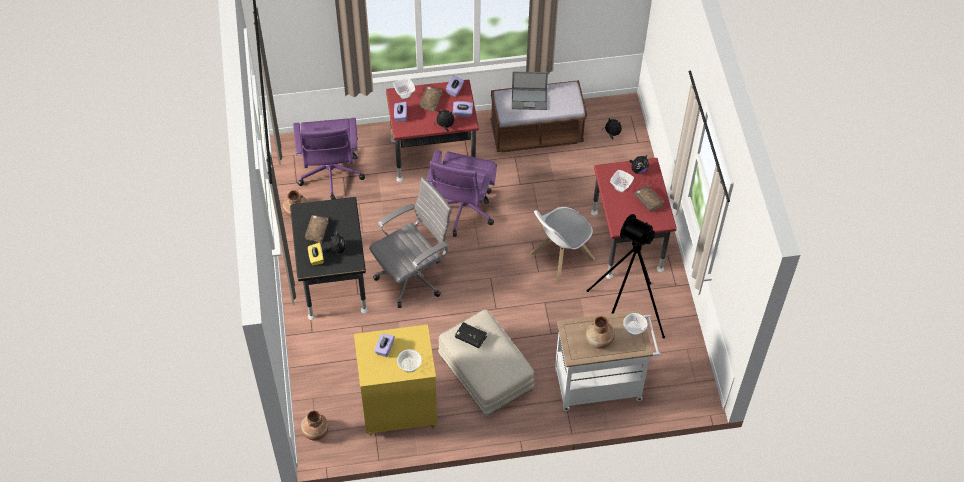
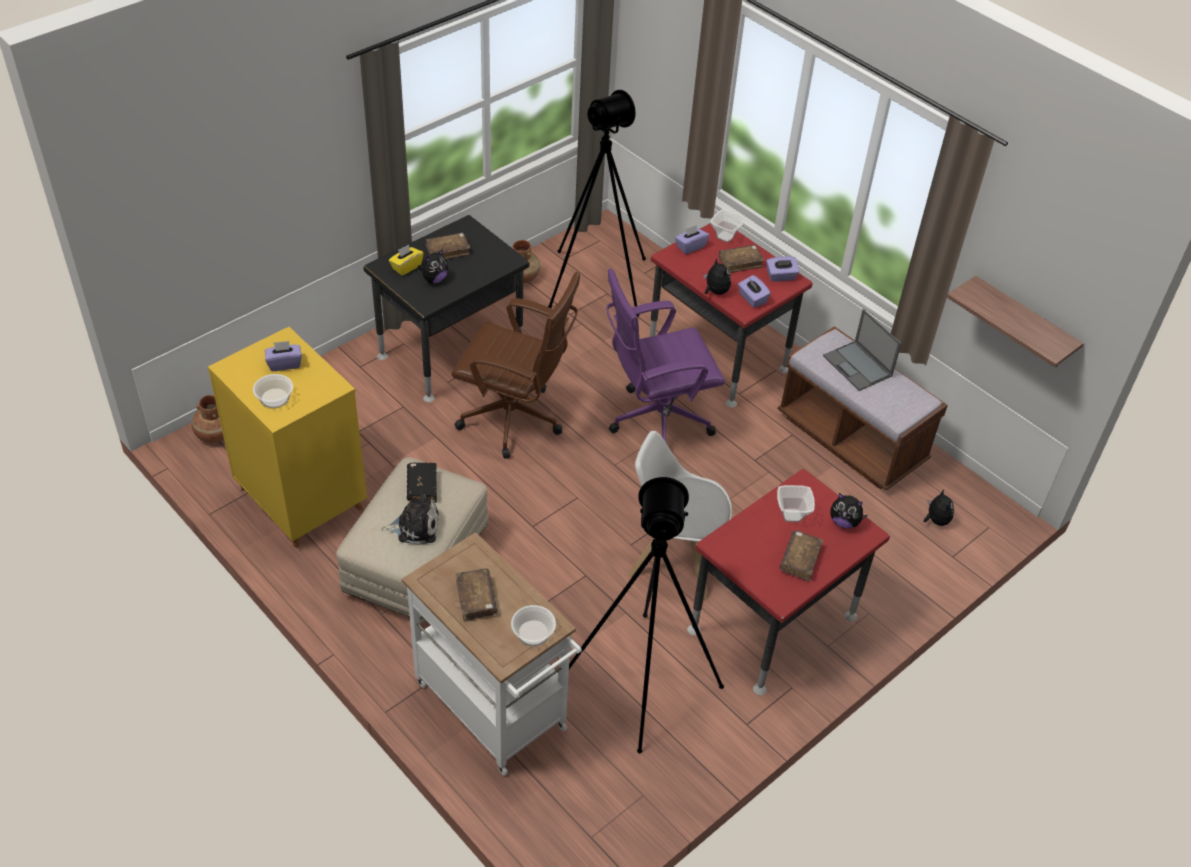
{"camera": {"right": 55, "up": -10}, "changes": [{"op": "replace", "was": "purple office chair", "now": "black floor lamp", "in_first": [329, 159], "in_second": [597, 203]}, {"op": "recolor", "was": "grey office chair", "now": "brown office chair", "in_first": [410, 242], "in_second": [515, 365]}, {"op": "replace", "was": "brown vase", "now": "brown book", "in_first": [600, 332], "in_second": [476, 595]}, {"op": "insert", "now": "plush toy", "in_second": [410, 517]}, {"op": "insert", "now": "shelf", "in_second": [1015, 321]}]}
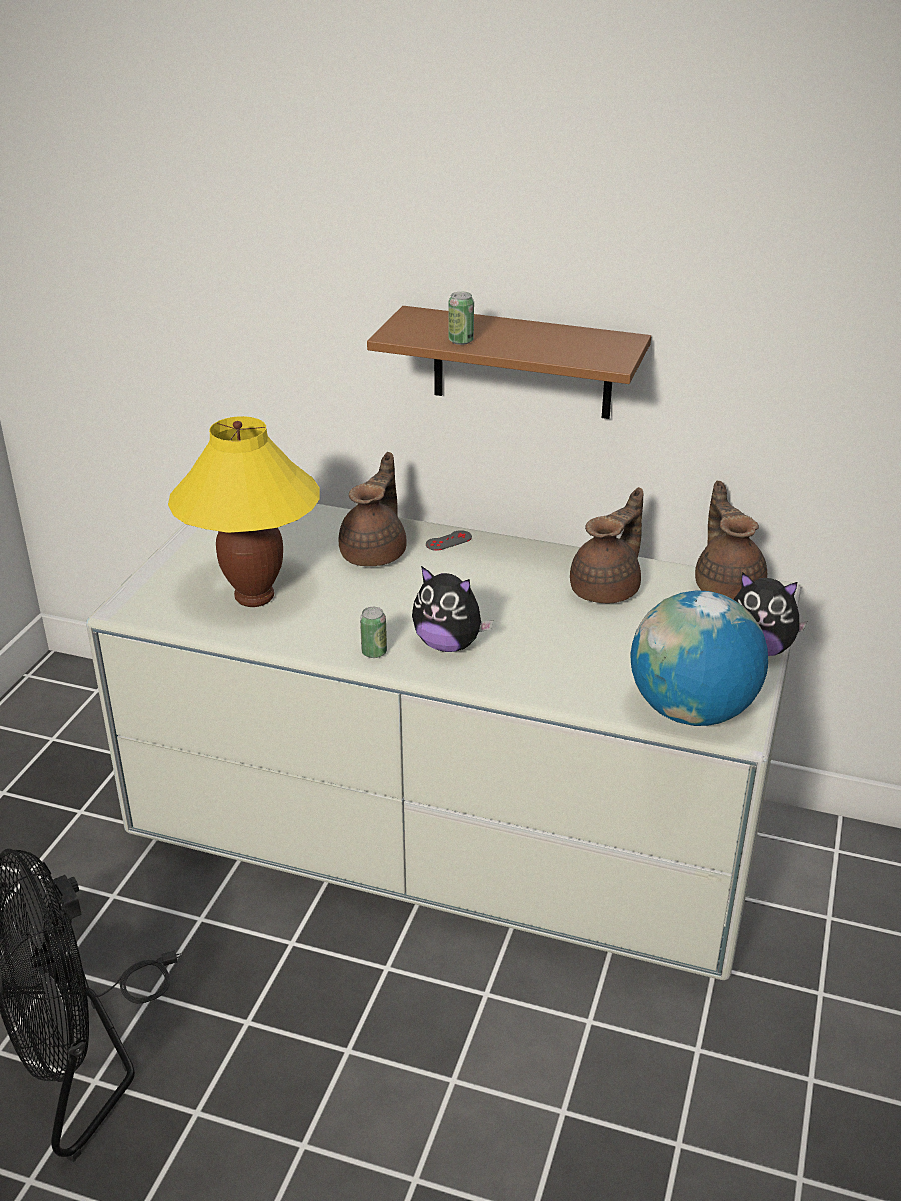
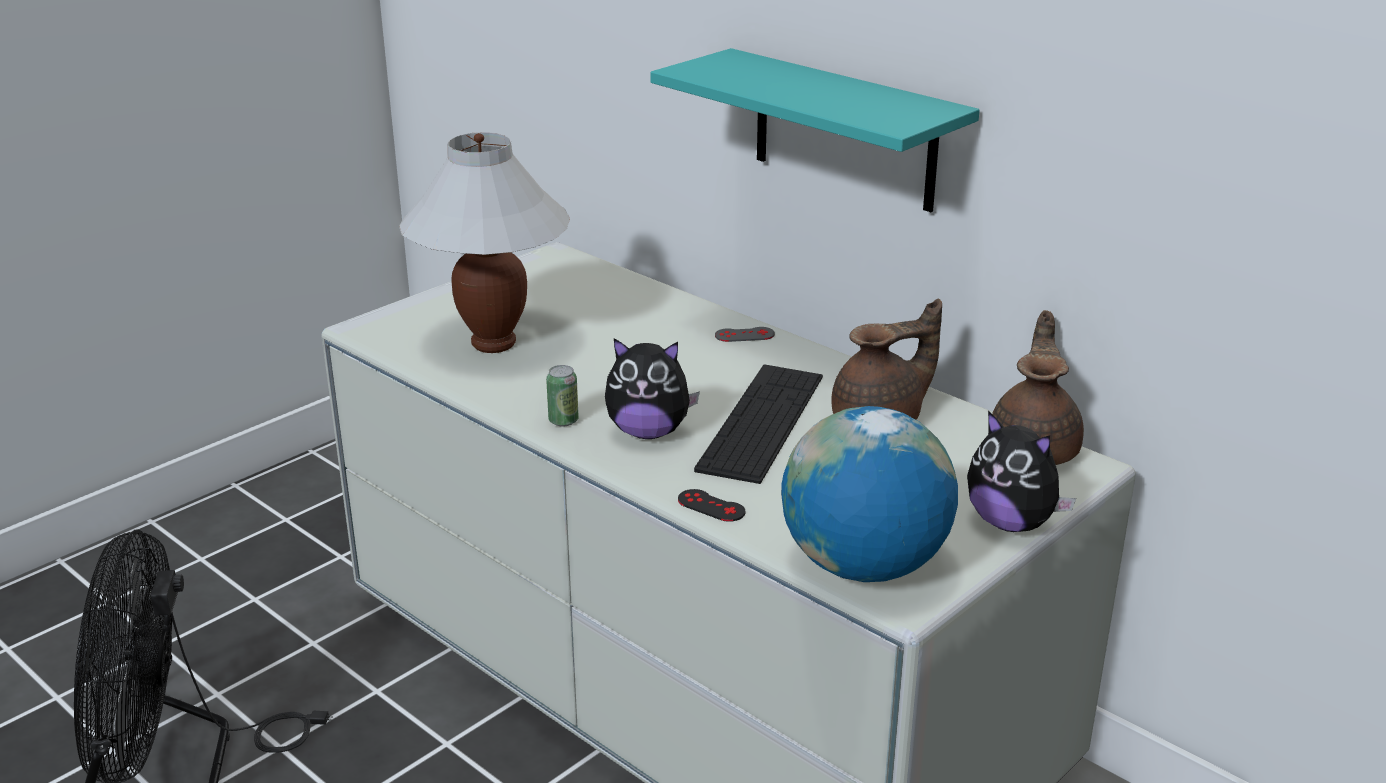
{"camera": {"right": 25, "up": -5}, "changes": [{"op": "recolor", "was": "yellow table lamp", "now": "white table lamp", "in_first": [244, 511], "in_second": [484, 242]}, {"op": "delete", "was": "brown teapot", "in_first": [373, 509]}, {"op": "recolor", "was": "brown shelf", "now": "turquoise shelf", "in_first": [509, 362], "in_second": [815, 130]}, {"op": "rotate", "was": "plush toy", "in_first": [452, 609], "in_second": [652, 388], "clockwise": -45}, {"op": "delete", "was": "can", "in_first": [461, 318]}, {"op": "insert", "now": "black game controller", "in_second": [711, 505]}, {"op": "insert", "now": "keyboard", "in_second": [758, 424]}]}
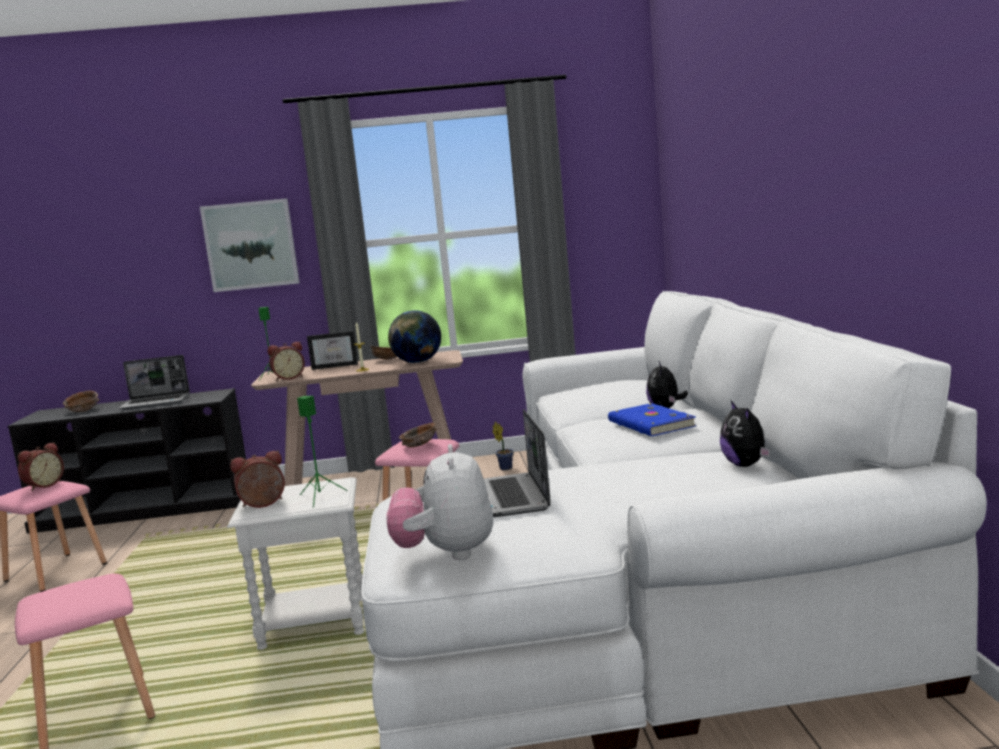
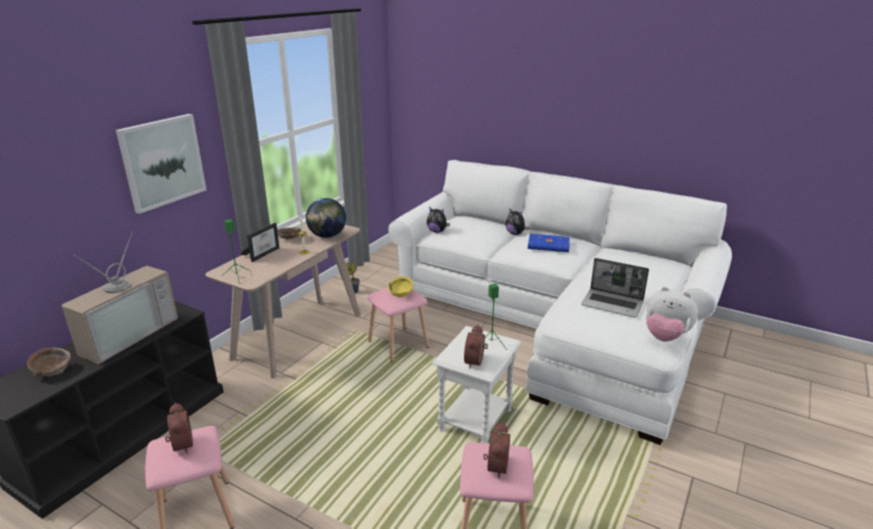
{"camera": {"right": -55, "up": 15}, "changes": [{"op": "replace", "was": "laptop", "now": "television", "in_first": [154, 382], "in_second": [120, 298]}, {"op": "move", "was": "alarm clock", "in_first": [286, 361], "in_second": [496, 450]}, {"op": "recolor", "was": "brown bowl", "now": "yellow bowl", "in_first": [418, 435], "in_second": [400, 286]}, {"op": "move", "was": "plush toy", "in_first": [745, 434], "in_second": [438, 220]}]}
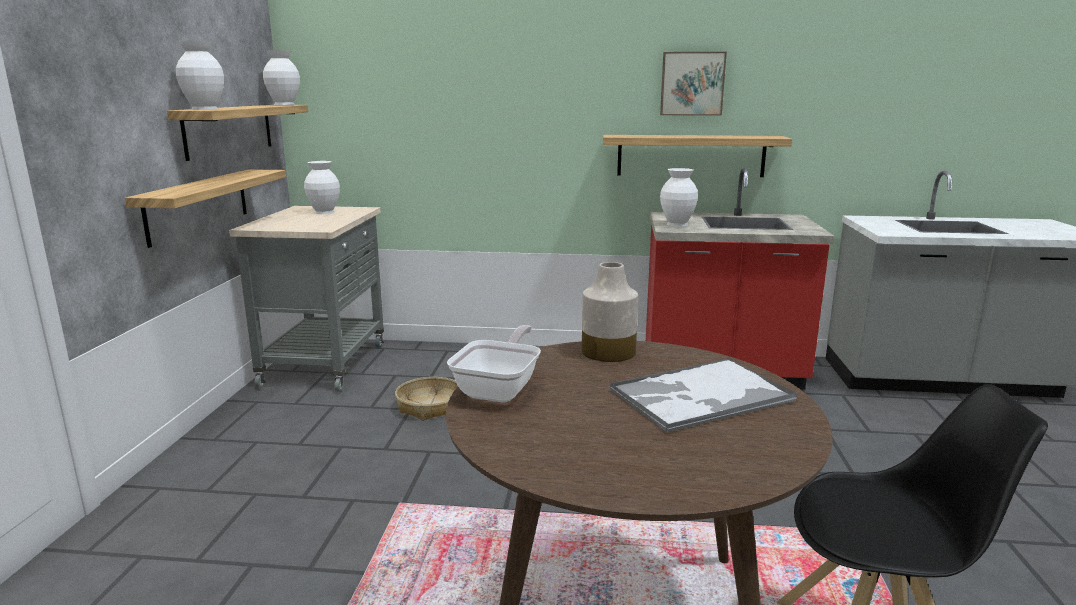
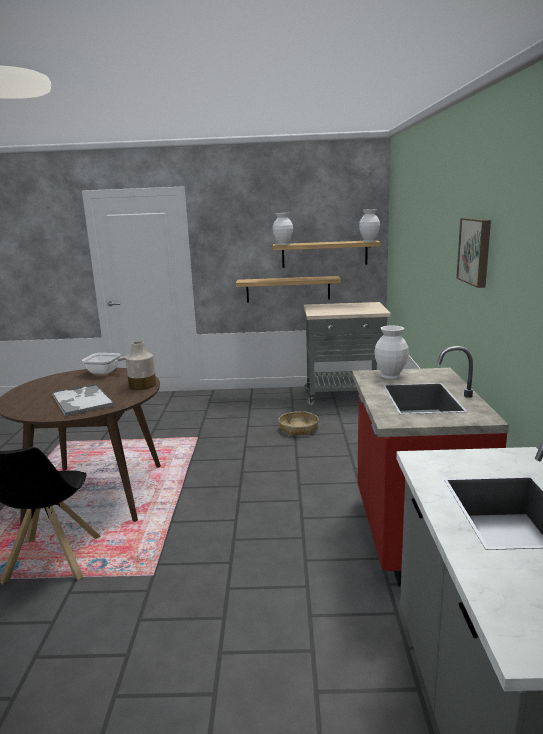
{"camera": {"right": 85, "up": 0}, "changes": [{"op": "delete", "was": "white vase", "in_first": [322, 187]}, {"op": "delete", "was": "shelf", "in_first": [697, 156]}]}
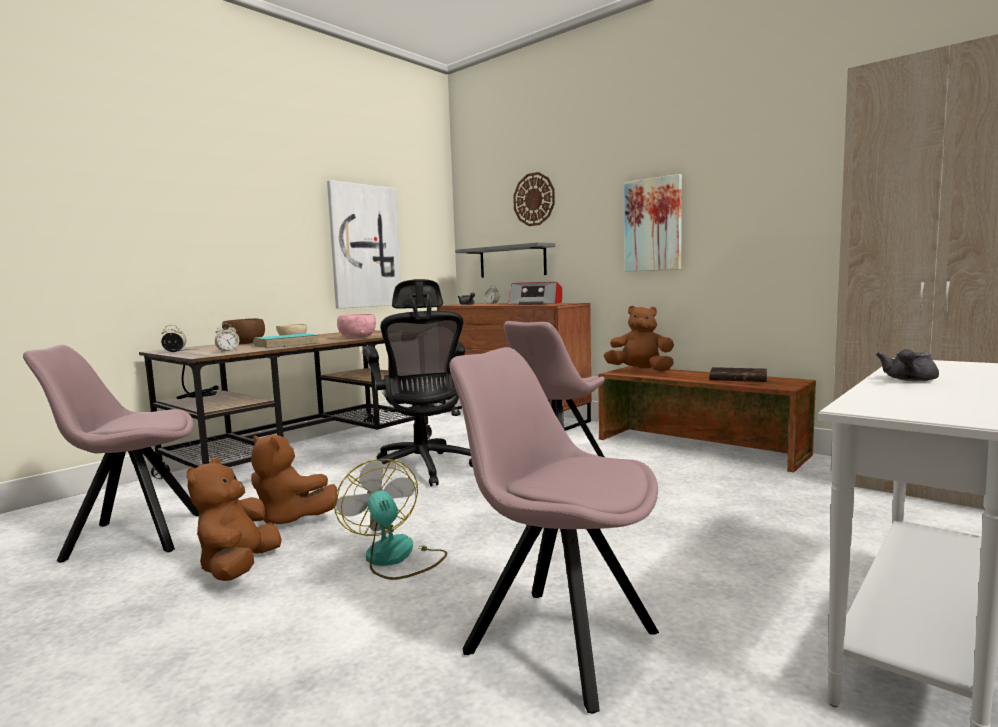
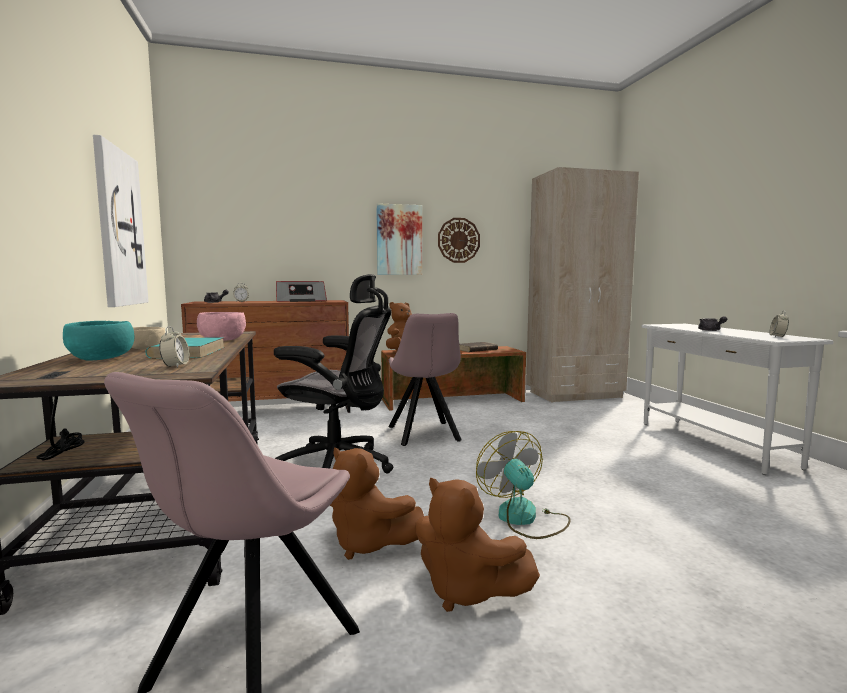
{"camera": {"right": -55, "up": 0}, "changes": [{"op": "move", "was": "alarm clock", "in_first": [173, 338], "in_second": [779, 324]}, {"op": "recolor", "was": "brown bowl", "now": "turquoise bowl", "in_first": [243, 331], "in_second": [99, 340]}, {"op": "rotate", "was": "brown plush toy", "in_first": [294, 479], "in_second": [377, 503], "clockwise": 60}, {"op": "rotate", "was": "fan", "in_first": [390, 519], "in_second": [523, 485], "clockwise": 60}, {"op": "delete", "was": "pink chair", "in_first": [554, 530]}, {"op": "delete", "was": "grey shelf", "in_first": [505, 260]}, {"op": "move", "was": "wall clock", "in_first": [534, 199], "in_second": [459, 240]}]}
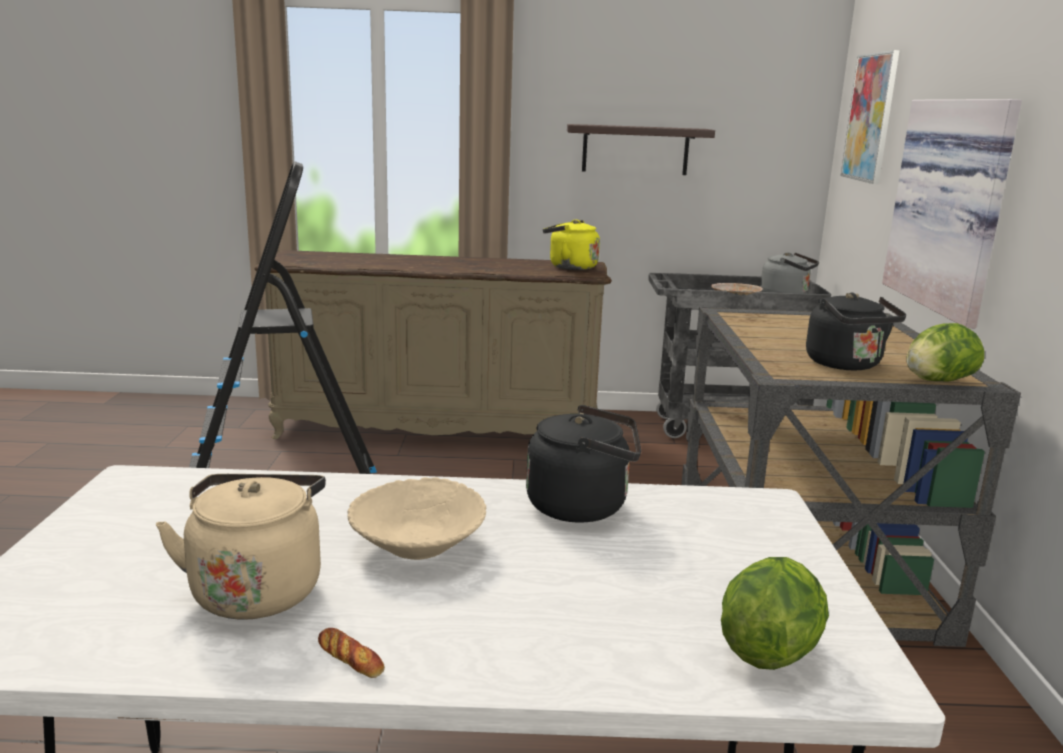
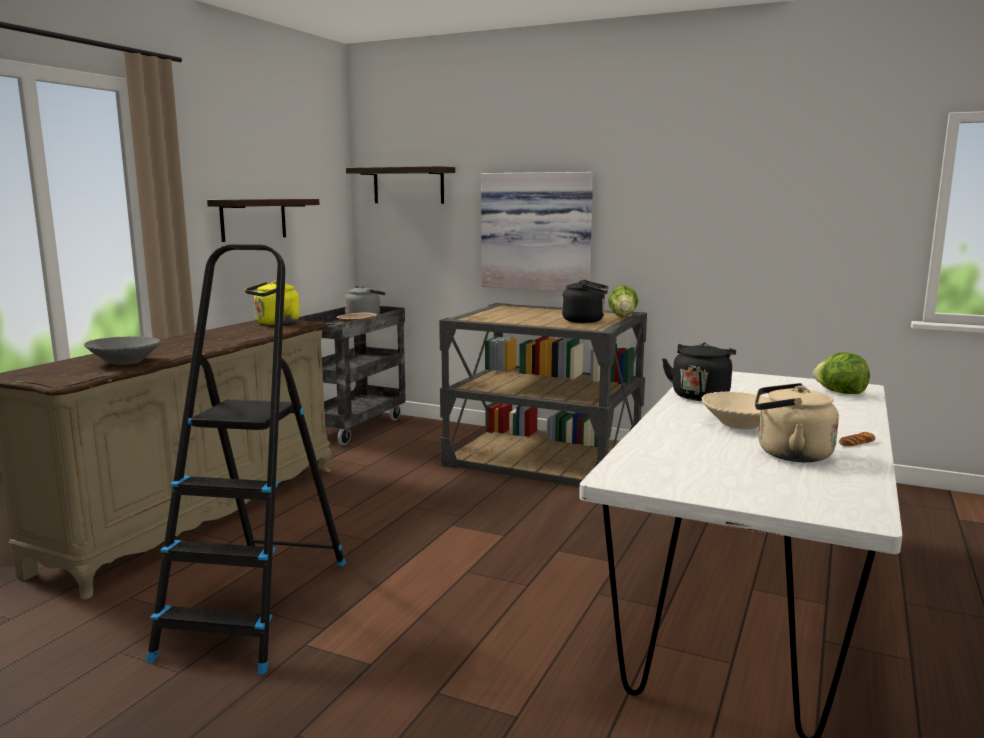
{"camera": {"right": -65, "up": -5}, "changes": [{"op": "replace", "was": "picture", "now": "shelf", "in_first": [870, 117], "in_second": [400, 185]}, {"op": "insert", "now": "grey bowl", "in_second": [122, 350]}]}
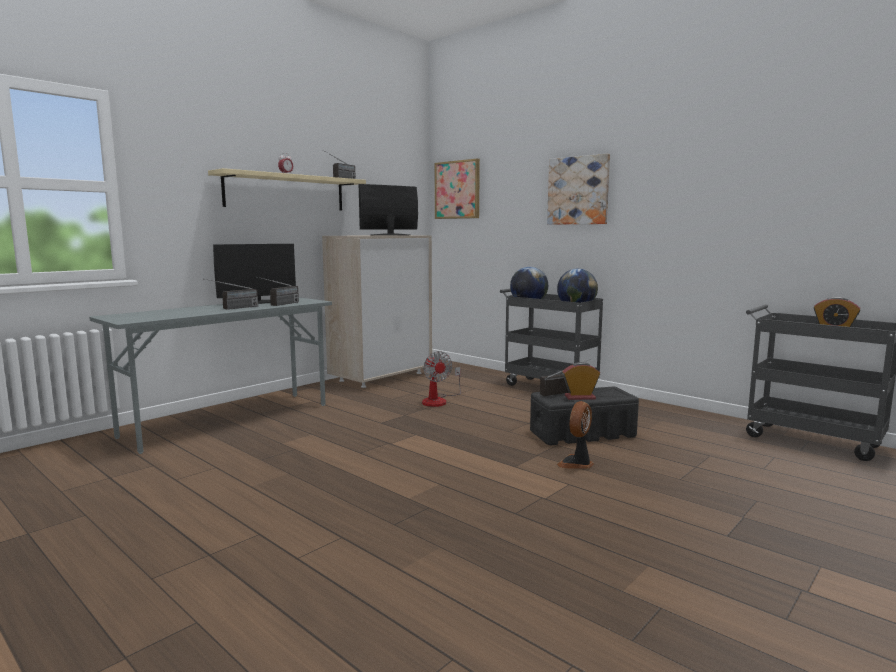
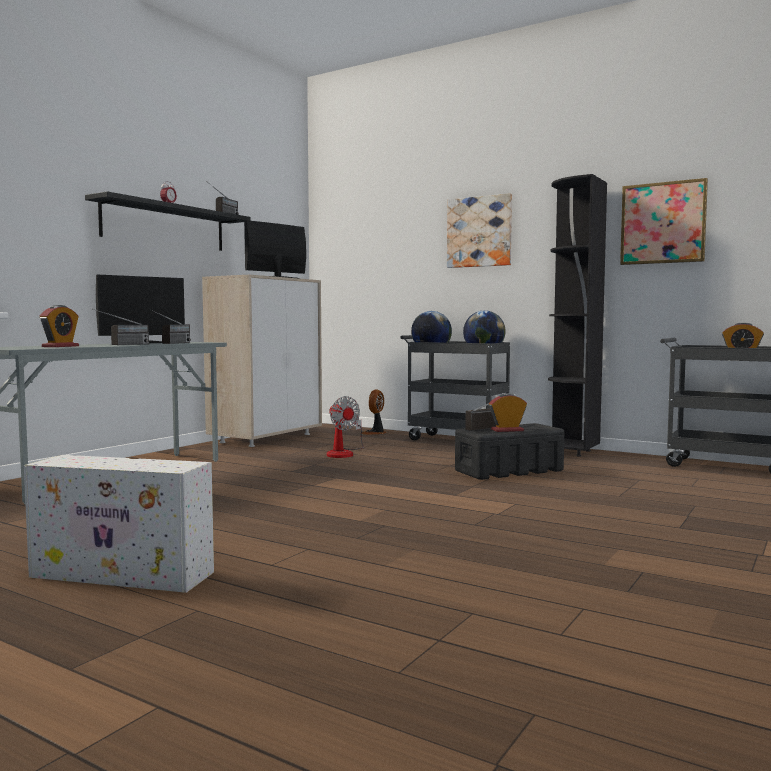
{"camera": {"right": -10, "up": -5}, "changes": [{"op": "recolor", "was": "beige shelf", "now": "black shelf", "in_first": [287, 189], "in_second": [168, 221]}, {"op": "move", "was": "picture", "in_first": [457, 189], "in_second": [664, 221]}, {"op": "move", "was": "fan", "in_first": [575, 435], "in_second": [374, 412]}, {"op": "insert", "now": "white storage box", "in_second": [119, 524]}, {"op": "insert", "now": "alarm clock", "in_second": [59, 326]}, {"op": "insert", "now": "black bookcase", "in_second": [577, 315]}]}
